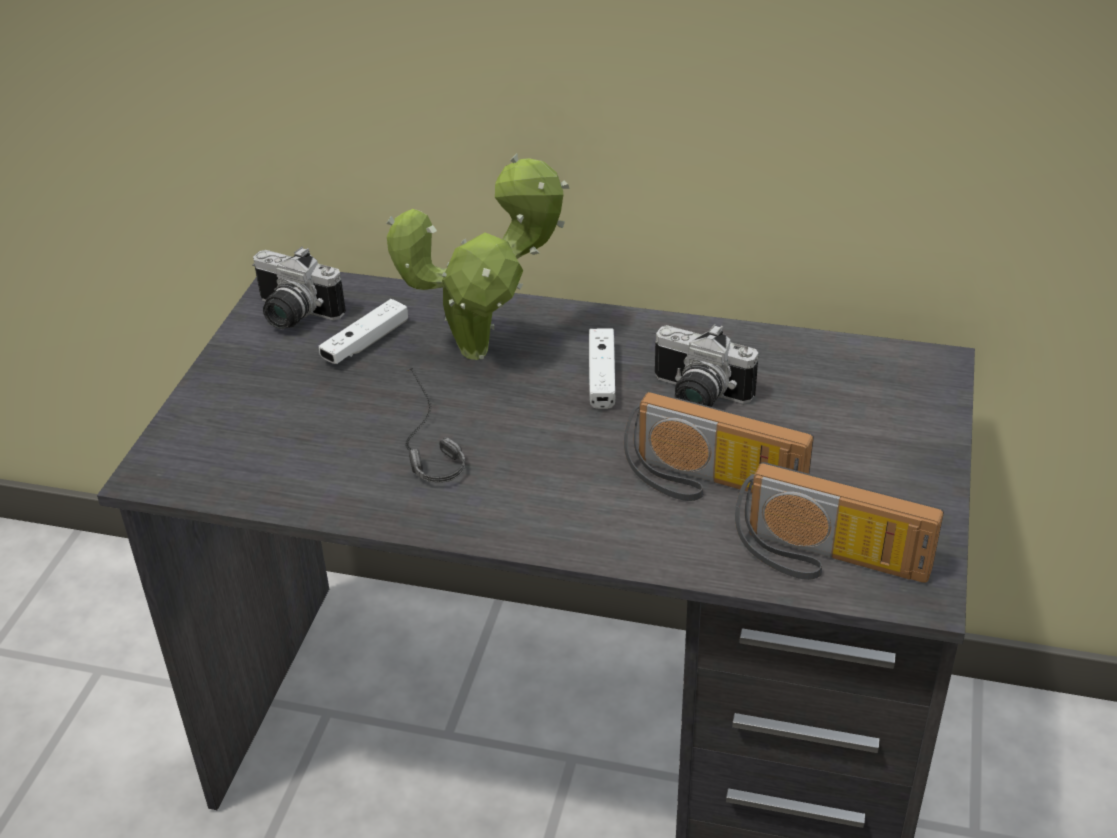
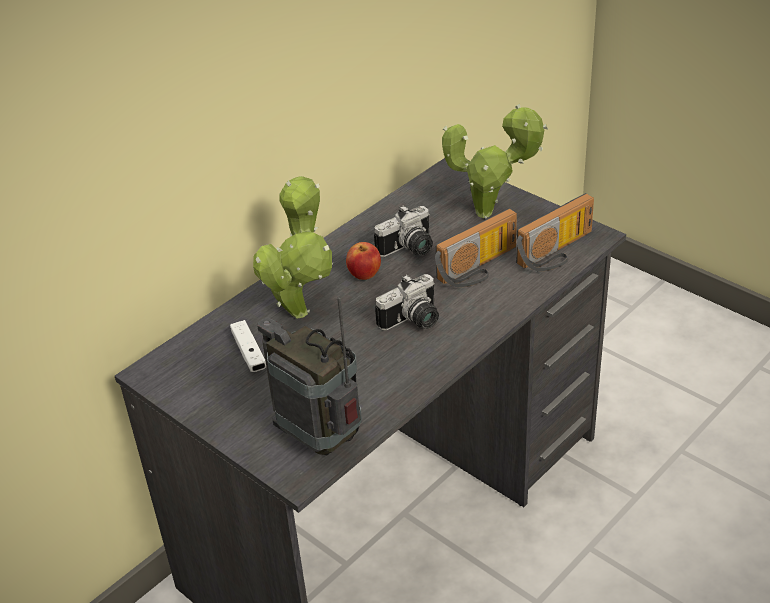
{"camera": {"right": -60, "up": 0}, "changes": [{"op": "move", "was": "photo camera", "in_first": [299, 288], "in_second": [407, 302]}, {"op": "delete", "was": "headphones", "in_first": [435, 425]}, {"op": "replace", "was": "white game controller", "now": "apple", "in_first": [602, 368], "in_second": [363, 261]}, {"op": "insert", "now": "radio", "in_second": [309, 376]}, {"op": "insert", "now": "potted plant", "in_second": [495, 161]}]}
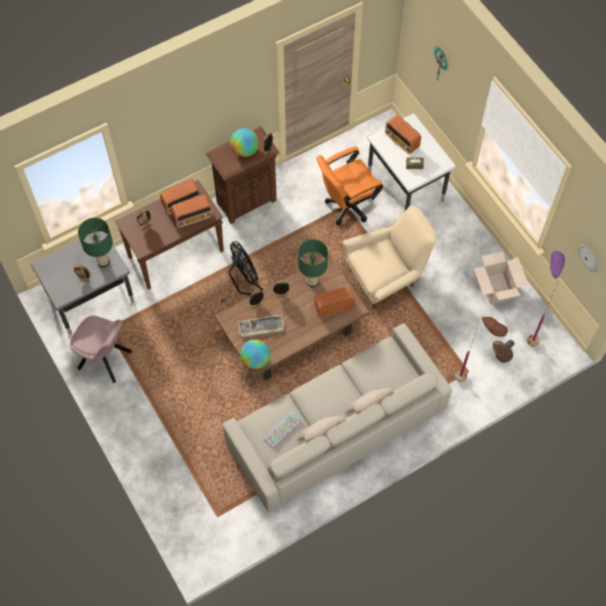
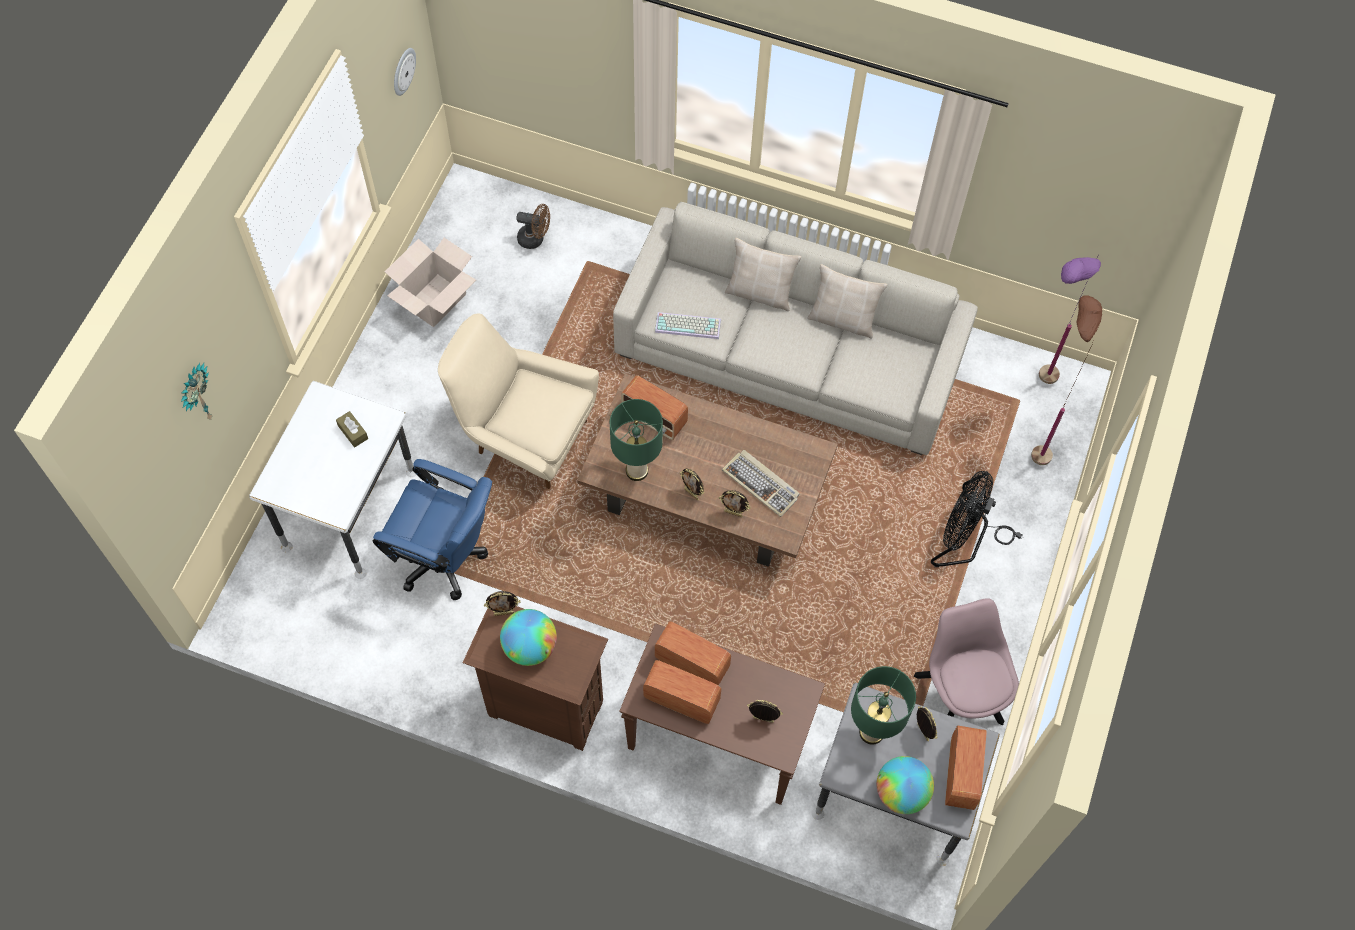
{"camera": {"right": -130, "up": 0}, "changes": [{"op": "move", "was": "black fan", "in_first": [242, 271], "in_second": [977, 519]}, {"op": "move", "was": "globe", "in_first": [255, 354], "in_second": [905, 785]}, {"op": "move", "was": "keyboard", "in_first": [282, 429], "in_second": [688, 325]}, {"op": "recolor", "was": "orange office chair", "now": "blue office chair", "in_first": [349, 186], "in_second": [432, 529]}, {"op": "move", "was": "radio", "in_first": [403, 134], "in_second": [965, 768]}, {"op": "move", "was": "brown floor lamp", "in_first": [481, 349], "in_second": [1066, 380]}, {"op": "move", "was": "purple floor lamp", "in_first": [546, 298], "in_second": [1070, 320]}]}
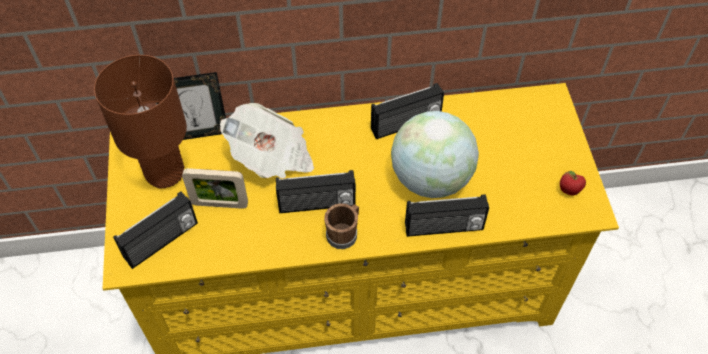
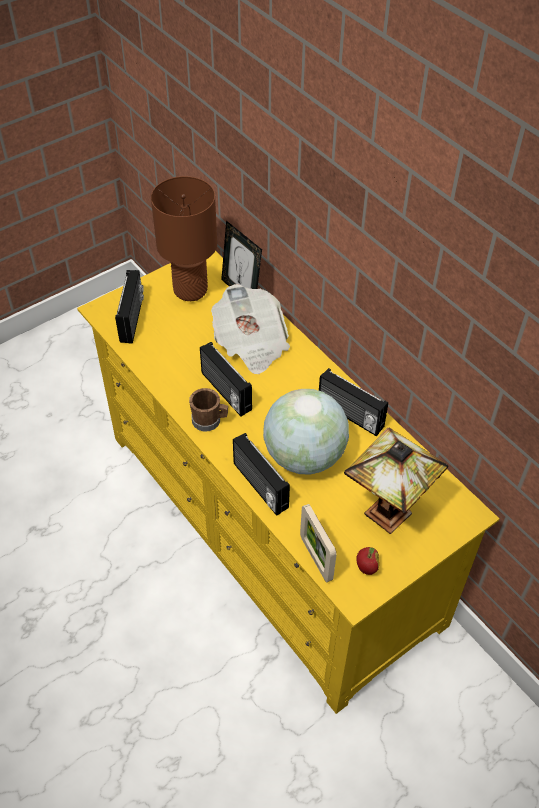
{"camera": {"right": 60, "up": -5}, "changes": [{"op": "rotate", "was": "radio", "in_first": [155, 230], "in_second": [129, 307], "clockwise": -105}, {"op": "move", "was": "picture frame", "in_first": [215, 188], "in_second": [318, 543]}, {"op": "insert", "now": "table lamp", "in_second": [396, 481]}]}
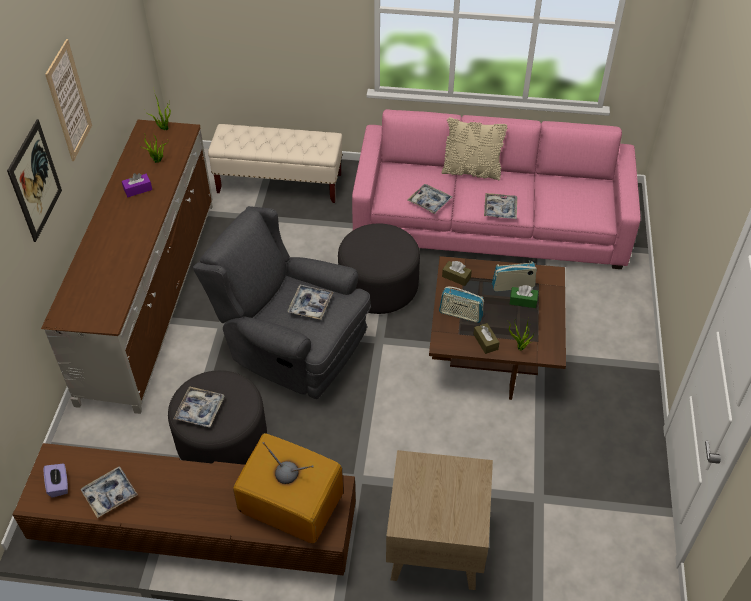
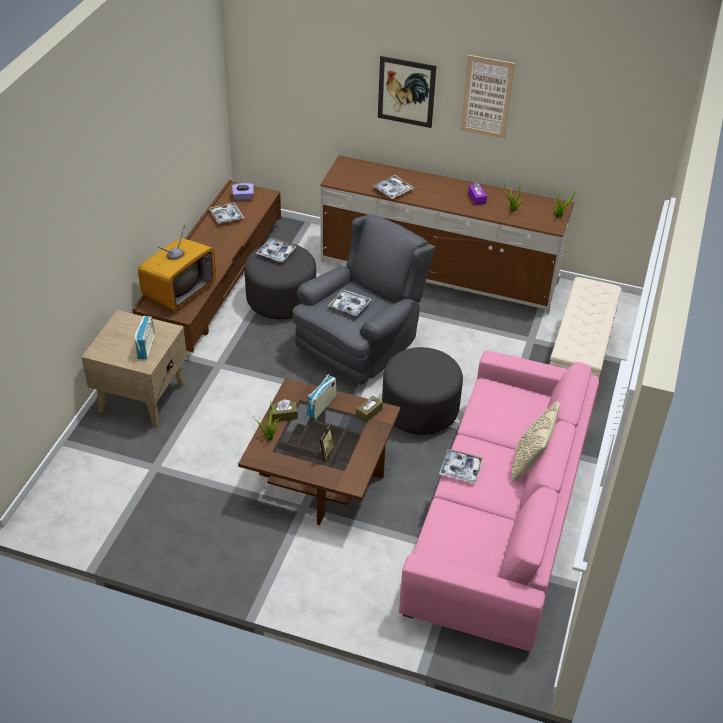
{"camera": {"right": 100, "up": -5}, "changes": [{"op": "move", "was": "tray", "in_first": [429, 199], "in_second": [393, 187]}, {"op": "move", "was": "radio", "in_first": [514, 275], "in_second": [145, 338]}, {"op": "replace", "was": "green tissue box", "now": "picture frame", "in_first": [524, 296], "in_second": [325, 442]}]}
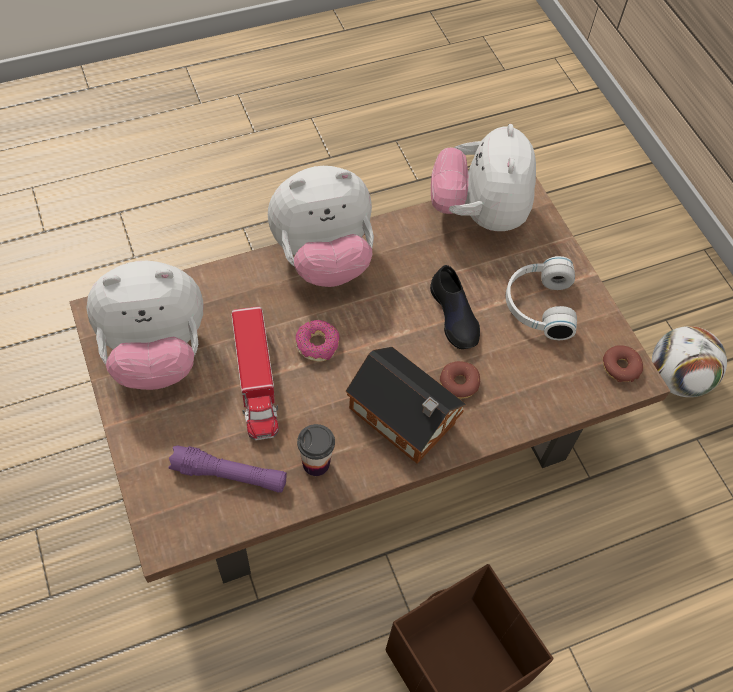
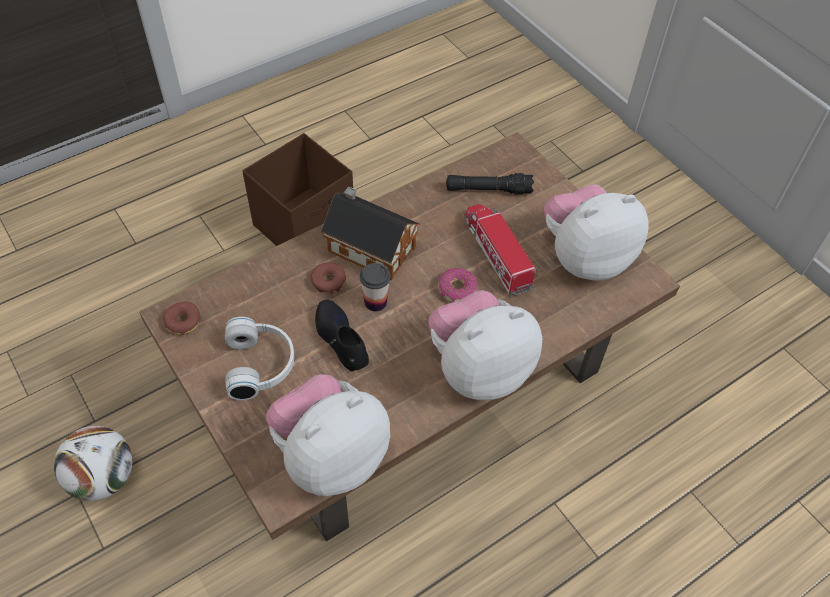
{"camera": {"right": 170, "up": -5}, "changes": [{"op": "recolor", "was": "purple flashlight", "now": "black flashlight", "in_first": [227, 469], "in_second": [490, 184]}, {"op": "move", "was": "cup", "in_first": [316, 450], "in_second": [375, 287]}, {"op": "rotate", "was": "plush toy", "in_first": [483, 177], "in_second": [328, 435], "clockwise": -120}]}
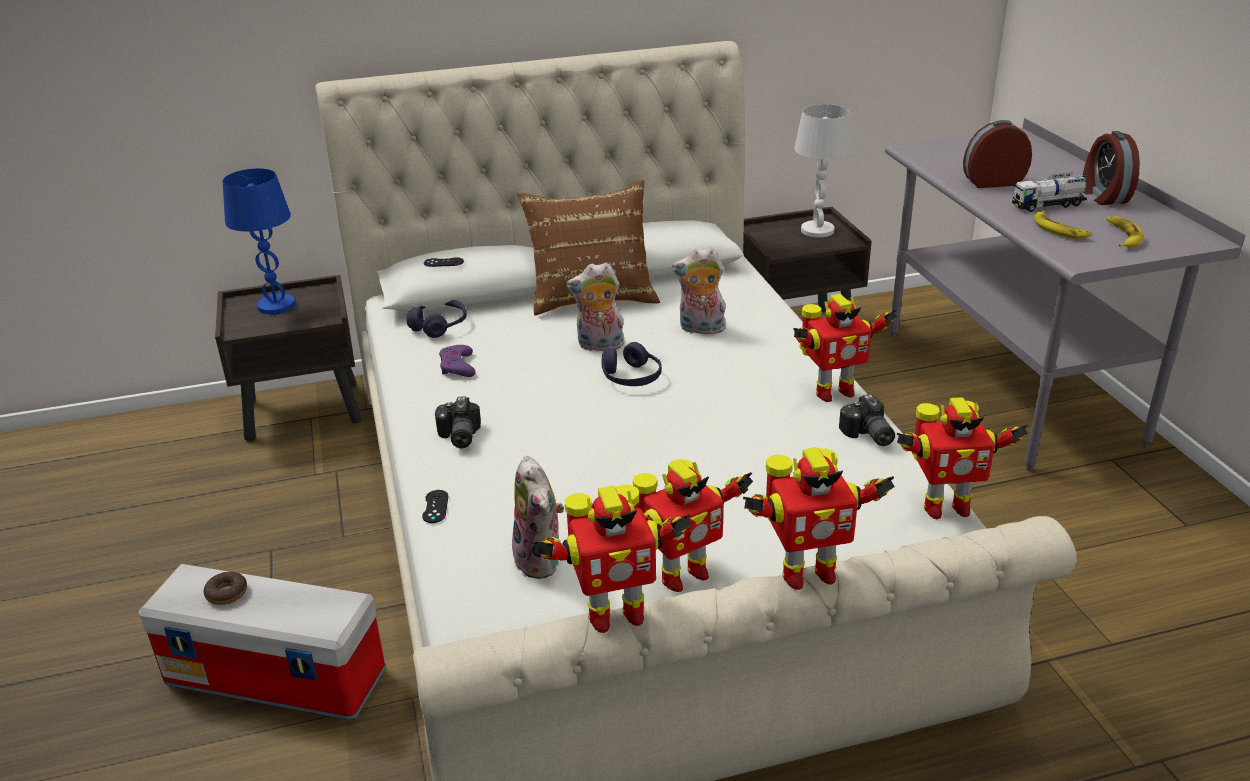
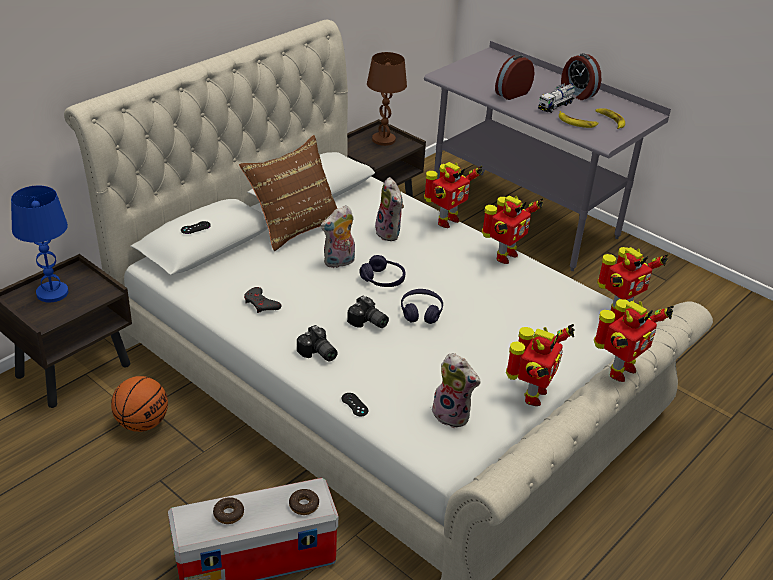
{"camera": {"right": -35, "up": 5}, "changes": [{"op": "move", "was": "purple headphones", "in_first": [437, 319], "in_second": [422, 306]}, {"op": "recolor", "was": "purple game controller", "now": "grey game controller", "in_first": [457, 361], "in_second": [263, 300]}, {"op": "move", "was": "toy robot", "in_first": [611, 559], "in_second": [453, 195]}, {"op": "rotate", "was": "plush toy", "in_first": [699, 290], "in_second": [388, 209], "clockwise": -90}, {"op": "recolor", "was": "white table lamp", "now": "brown table lamp", "in_first": [823, 170], "in_second": [387, 99]}, {"op": "move", "was": "photo camera", "in_first": [867, 420], "in_second": [368, 311]}, {"op": "insert", "now": "basketball", "in_second": [139, 404]}, {"op": "insert", "now": "donut", "in_second": [304, 502]}]}
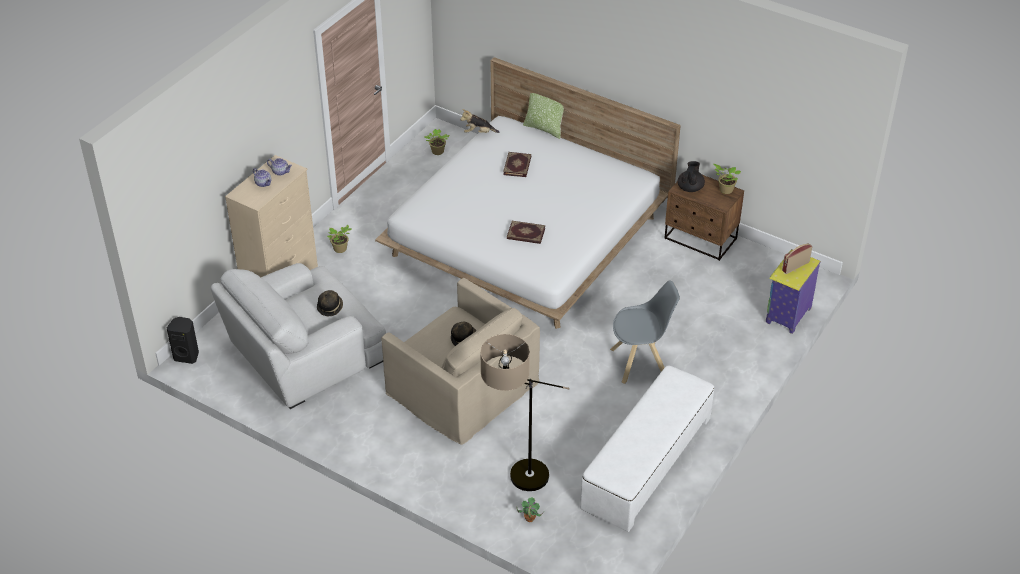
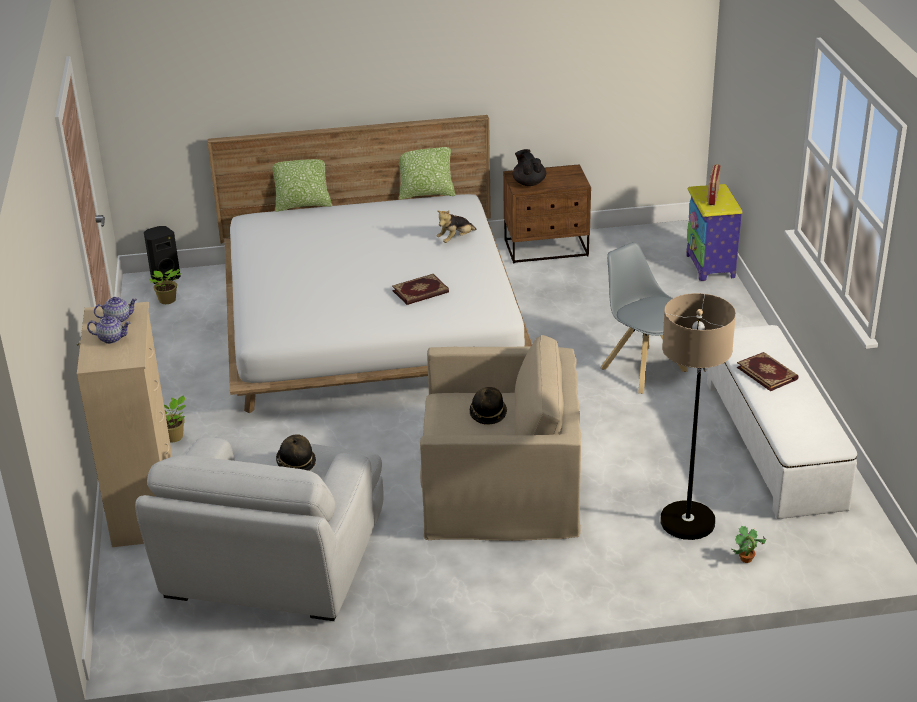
{"camera": {"right": -40, "up": -10}, "changes": [{"op": "move", "was": "black speaker", "in_first": [183, 340], "in_second": [162, 255]}, {"op": "move", "was": "plush toy", "in_first": [479, 121], "in_second": [457, 226]}, {"op": "move", "was": "book", "in_first": [517, 164], "in_second": [768, 371]}, {"op": "rotate", "was": "grey chair", "in_first": [645, 332], "in_second": [644, 318], "clockwise": -75}, {"op": "delete", "was": "potted plant", "in_first": [727, 179]}, {"op": "insert", "now": "pillow", "in_second": [427, 173]}]}
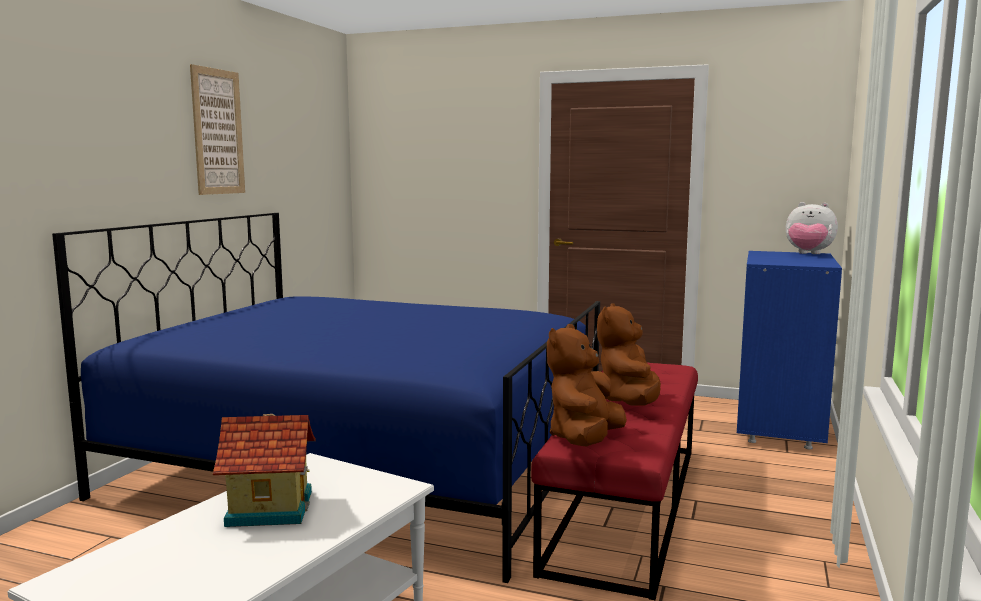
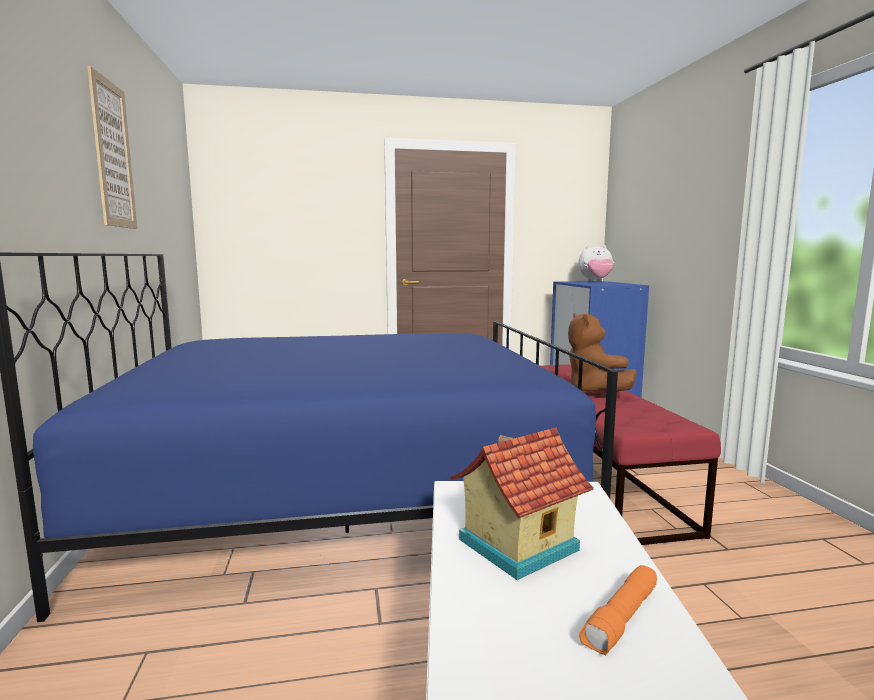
{"camera": {"right": -30, "up": 0}, "changes": [{"op": "delete", "was": "brown plush toy", "in_first": [587, 385]}, {"op": "insert", "now": "orange flashlight", "in_second": [618, 610]}]}
